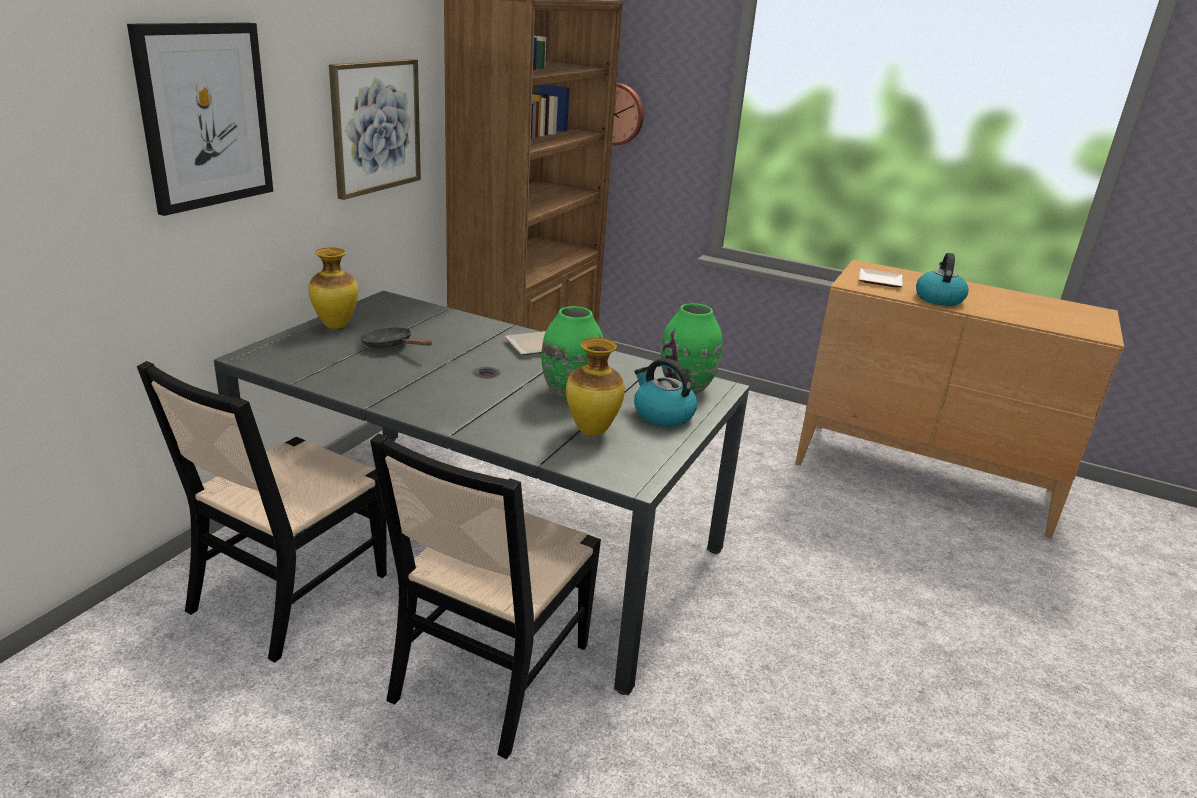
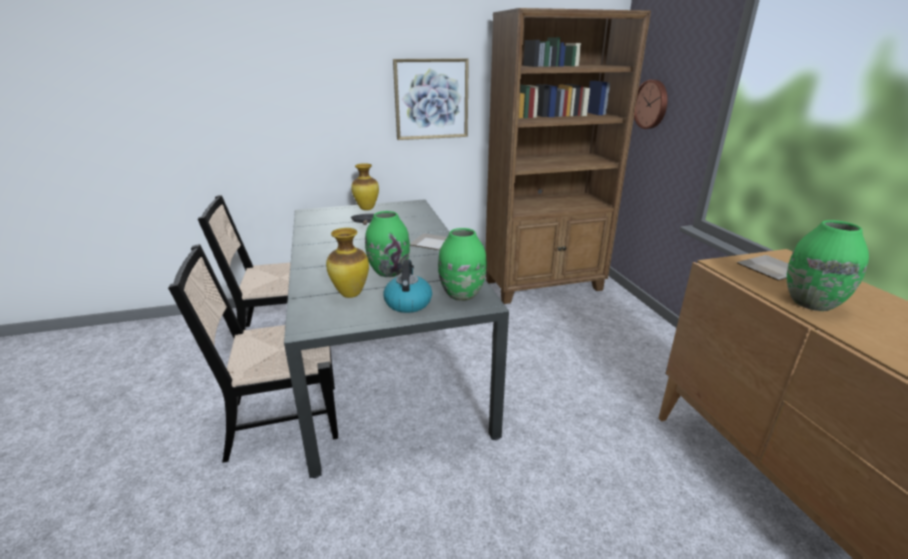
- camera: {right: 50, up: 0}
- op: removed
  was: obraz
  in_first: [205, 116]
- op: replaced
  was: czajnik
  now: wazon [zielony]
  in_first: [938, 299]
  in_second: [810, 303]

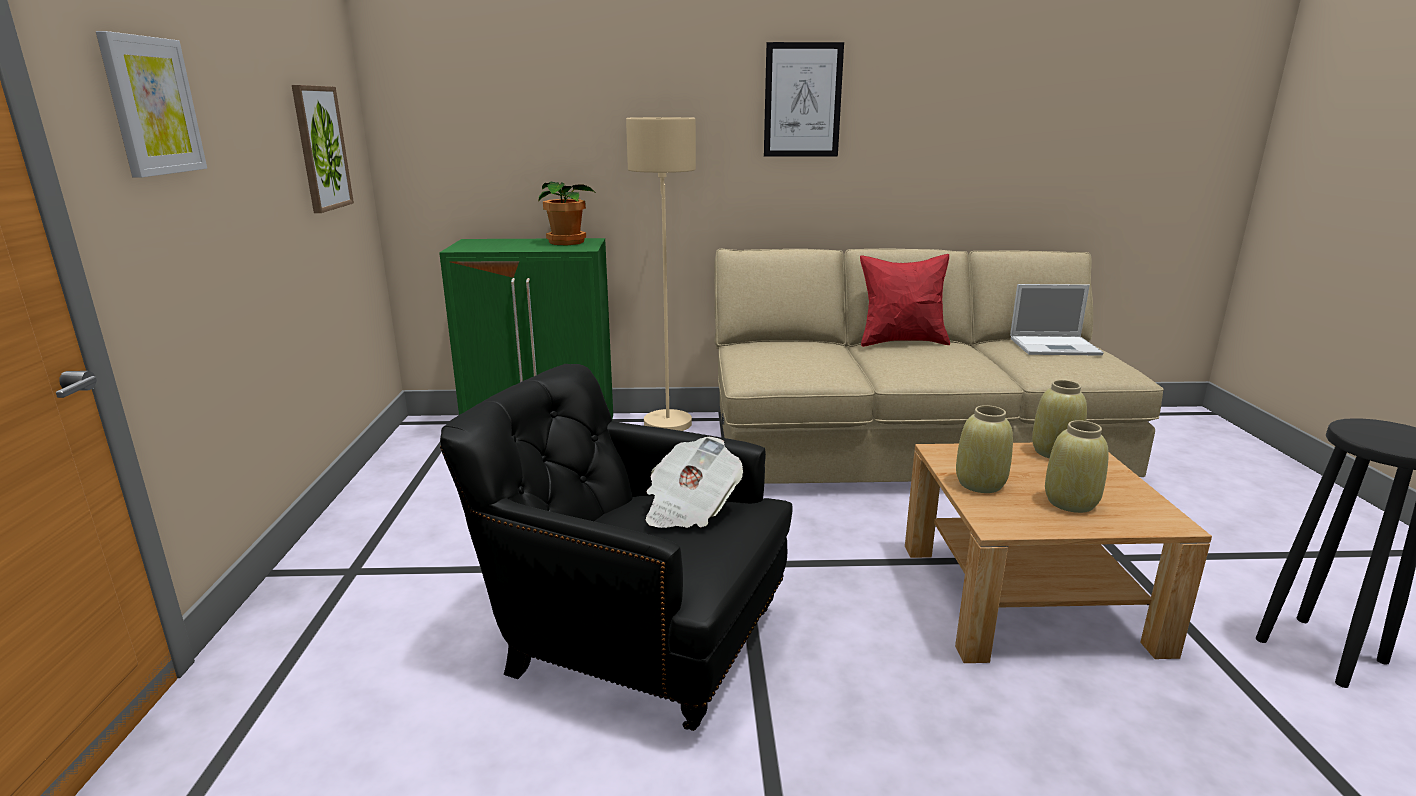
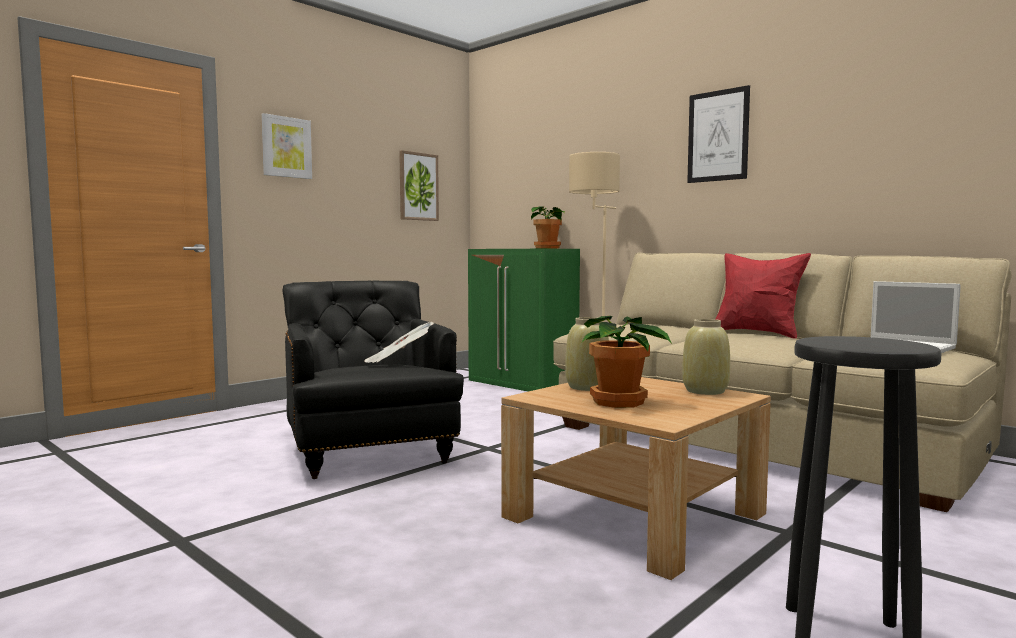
- camera: {right: 45, up: -15}
- op: replaced
  was: wazon [beżowy]
  now: roślina doniczkowa
  in_first: [1069, 502]
  in_second: [620, 402]

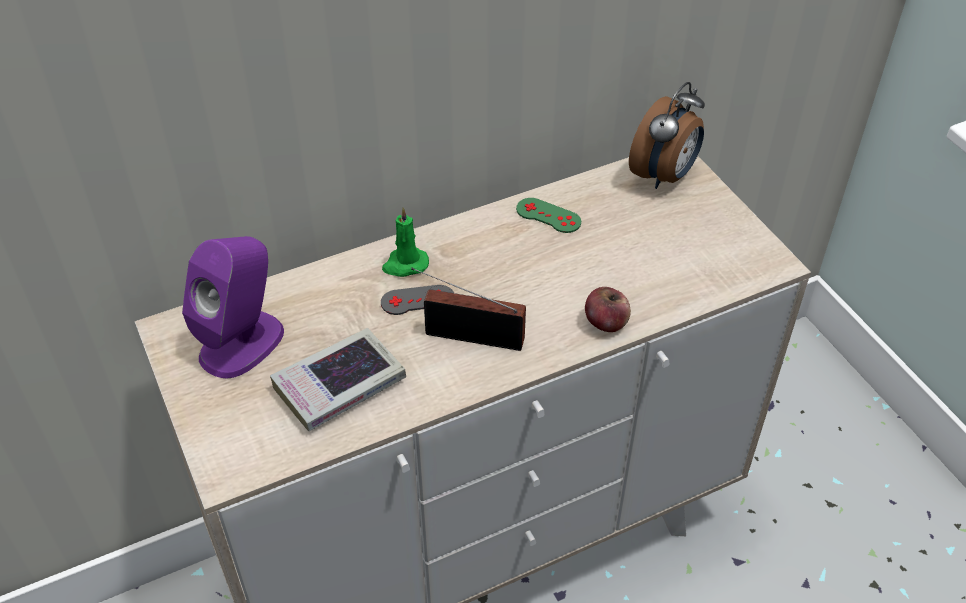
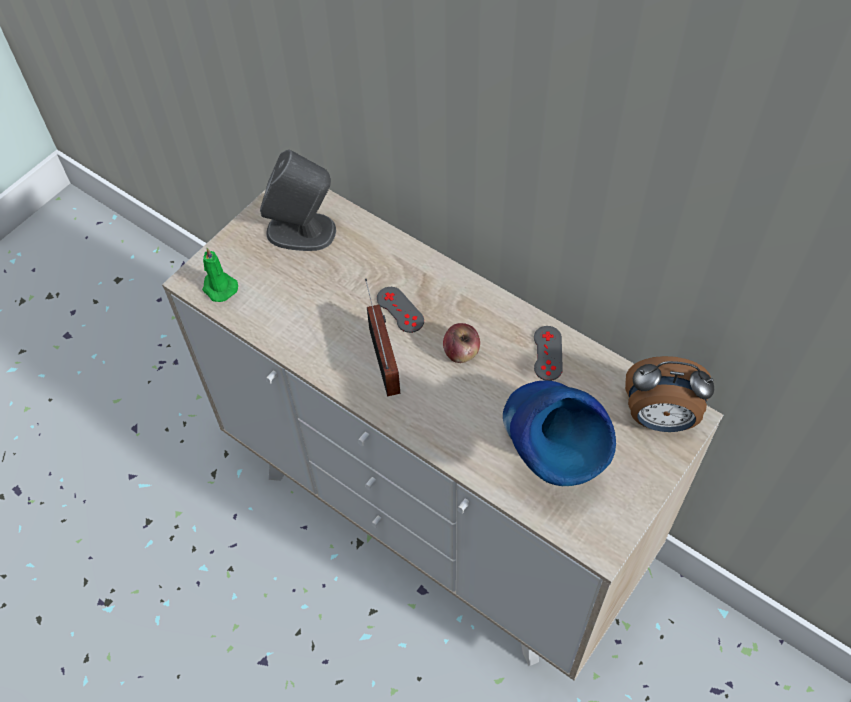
- camera: {right: 65, up: 10}
- op: recoloured
  was: pad do gier [zielony]
  now: pad do gier [szary]
  in_first: [548, 216]
  in_second: [547, 353]
- op: moved
  was: świeca [zielony]
  in_first: [405, 264]
  in_second: [219, 287]
- op: recoloured
  was: głośnik [fioletowy]
  now: głośnik [szary]
  in_first: [242, 343]
  in_second: [302, 231]
- op: moved
  was: jabłko
  in_first: [606, 322]
  in_second: [461, 352]
- op: removed
  was: książka
  in_first: [340, 385]
- op: added
  now: wazon [niebieski]
  in_second: [548, 463]

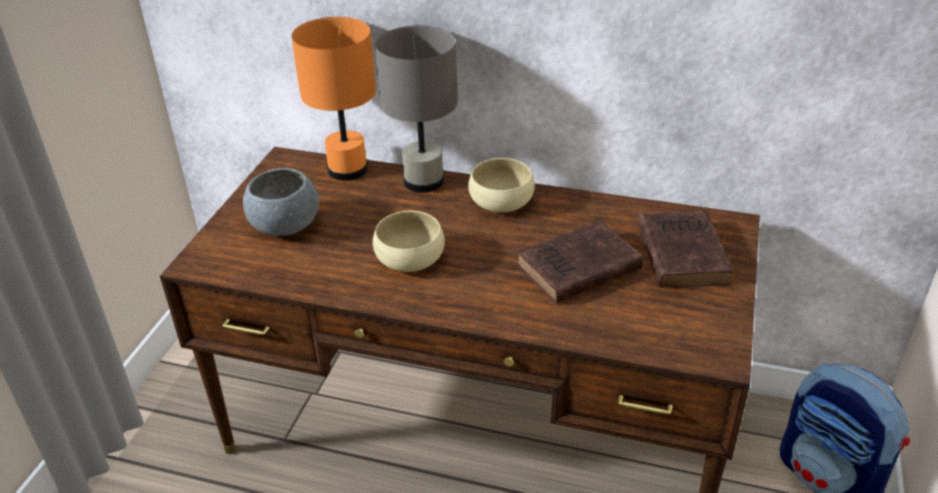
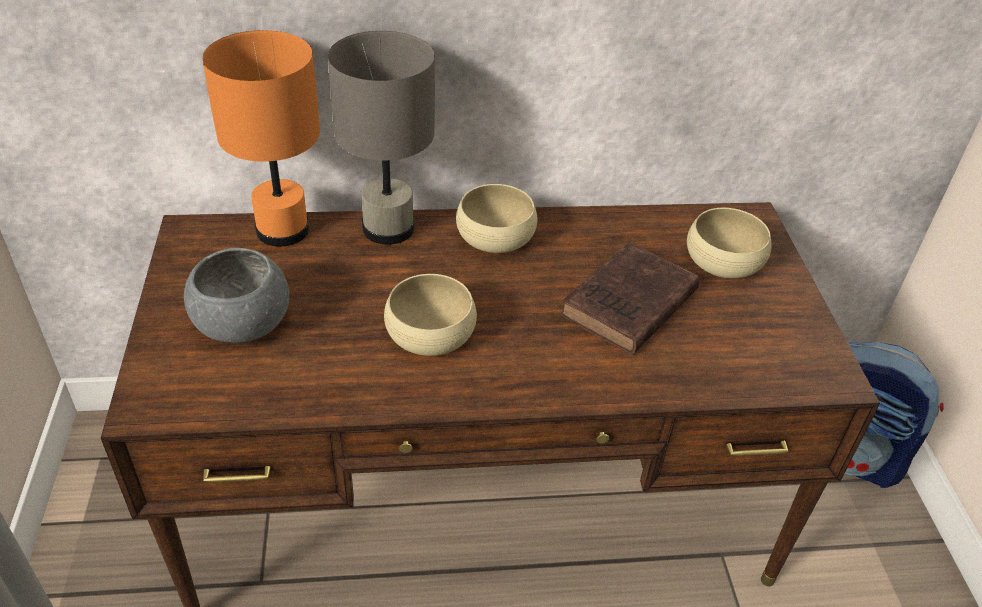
- camera: {right: -25, up: 5}
- op: replaced
  was: książka [brązowy]
  now: miska [beżowy]
  in_first: [681, 252]
  in_second: [723, 261]

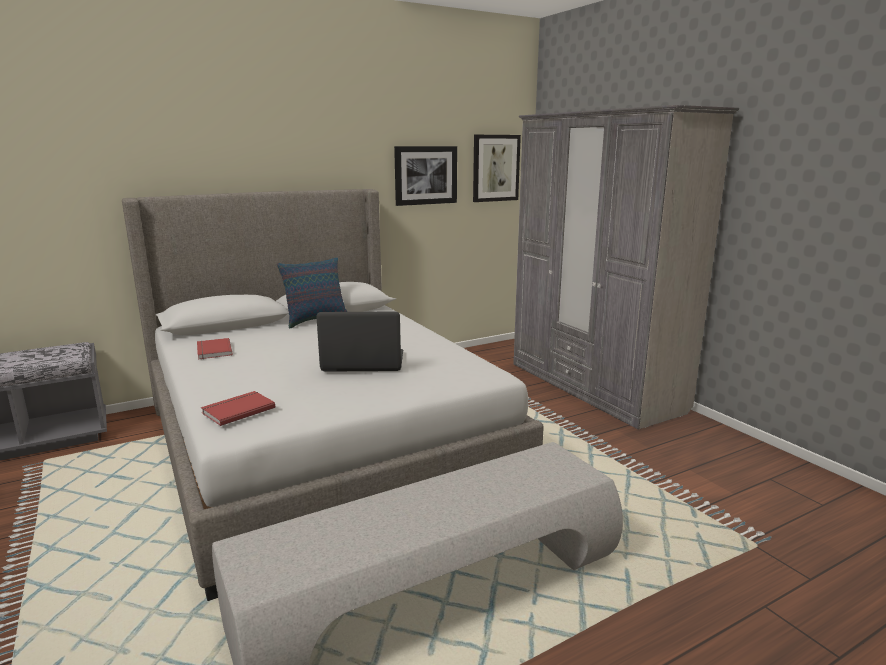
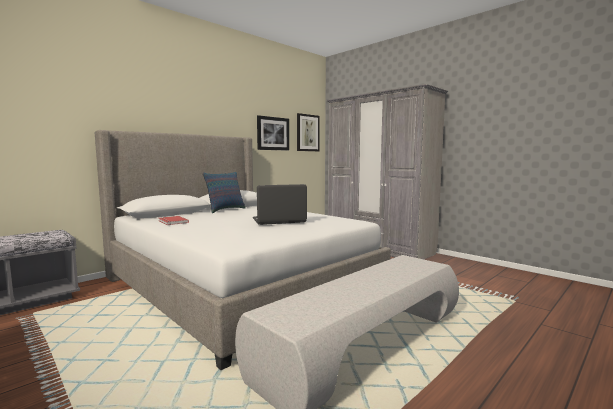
- camera: {right: -15, up: -10}
- op: removed
  was: książka [czerwony]
  in_first: [237, 410]

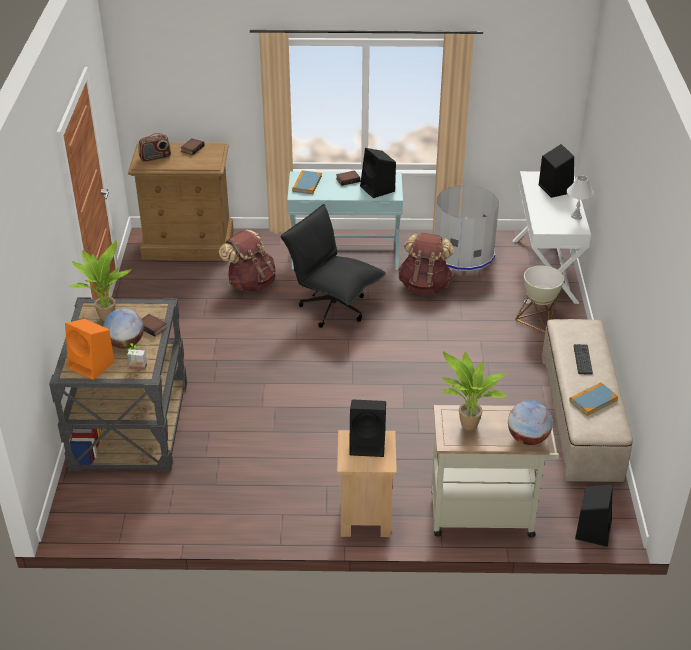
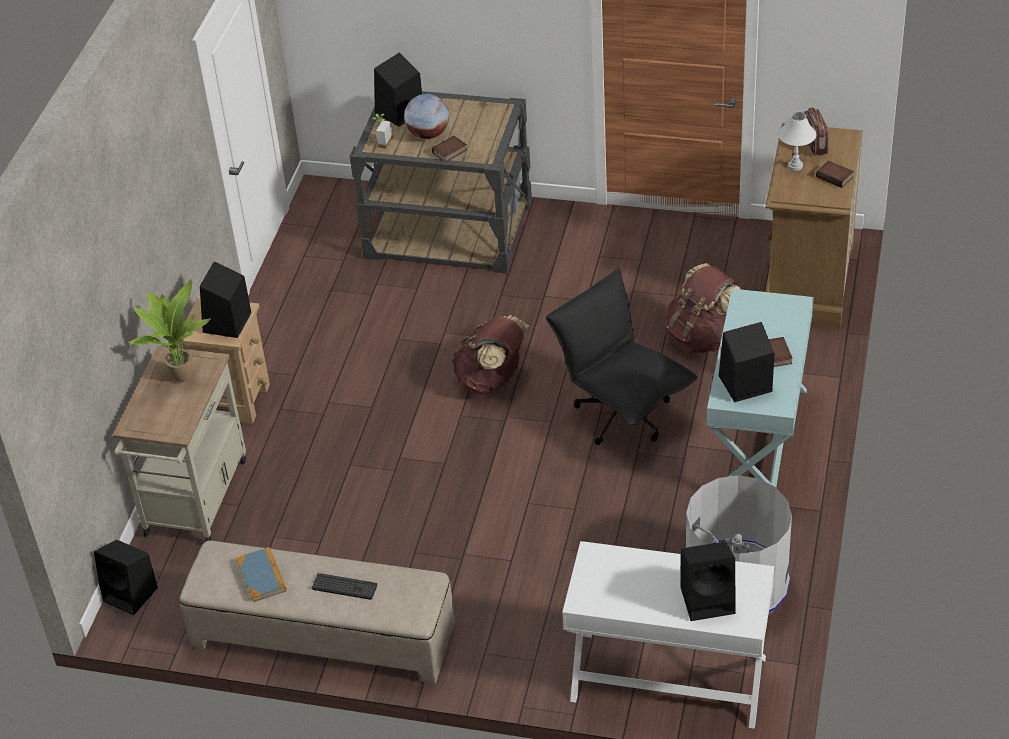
- camera: {right: 105, up: 5}
- op: removed
  was: książka
  in_first: [307, 184]
- op: moved
  was: lampa stołowa [biały]
  in_first: [576, 216]
  in_second: [795, 166]
- op: turned
  was: krzesło biurowe [czarny]
  in_first: [334, 308]
  in_second: [624, 415]
  clockwise: -90
- op: moved
  was: plecak [brązowy]
  in_first: [425, 286]
  in_second: [491, 380]
- op: removed
  was: roślina doniczkowa
  in_first: [105, 316]
- op: removed
  was: donica
  in_first: [537, 322]
- op: recoloured
  was: głośnik [pomarańczowy]
  now: głośnik [czarny]
  in_first: [92, 365]
  in_second: [398, 112]
- op: removed
  was: globus
  in_first: [527, 438]

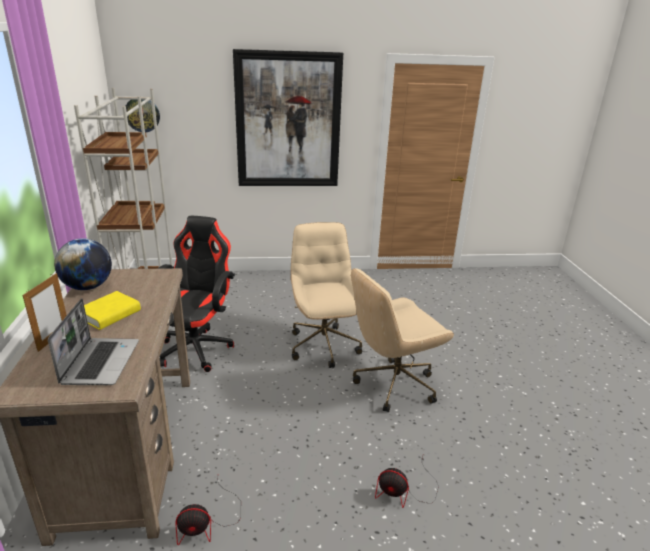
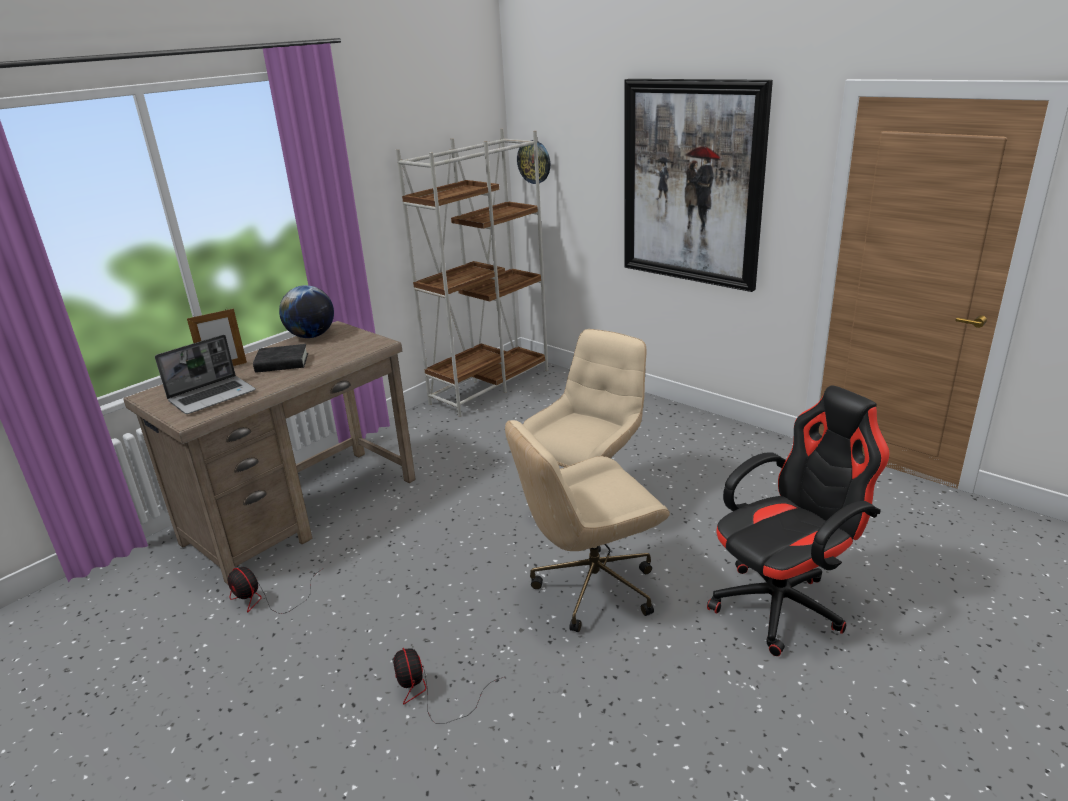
- camera: {right: 50, up: 0}
- op: moved
  was: krzesło biurowe [czarny]
  in_first: [198, 347]
  in_second: [784, 603]
- op: turned
  was: krzesło biurowe [beżowy]
  in_first: [392, 386]
  in_second: [591, 591]
  clockwise: -45
- op: recoloured
  was: książka [żółty]
  now: książka [czarny]
  in_first: [110, 314]
  in_second: [282, 363]

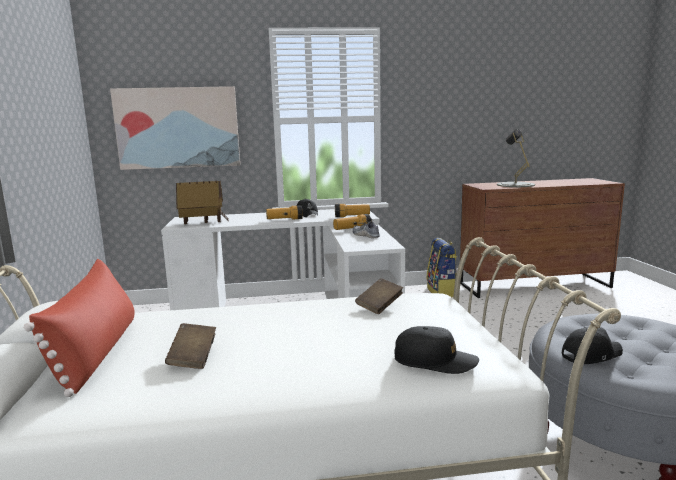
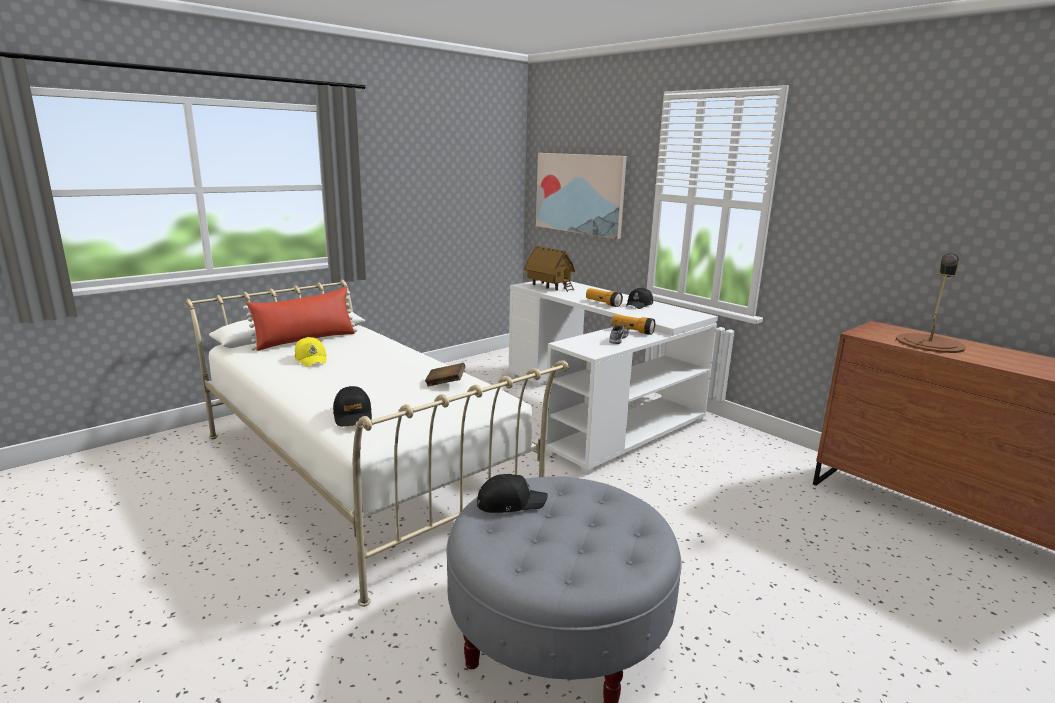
- camera: {right: 55, up: 5}
- op: recoloured
  was: lampa stołowa [szary]
  now: lampa stołowa [brązowy]
  in_first: [515, 185]
  in_second: [929, 343]
- op: removed
  was: latarka
  in_first: [352, 216]
- op: removed
  was: plecak
  in_first: [442, 292]
- op: replaced
  was: książka [brązowy]
  now: czapka z daszkiem [żółty]
  in_first: [193, 358]
  in_second: [311, 359]
- op: turned
  was: czapka z daszkiem [czarny]
  in_first: [590, 354]
  in_second: [510, 503]
  clockwise: -45

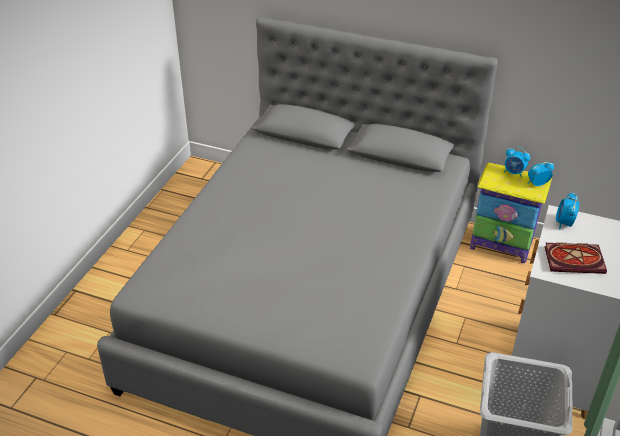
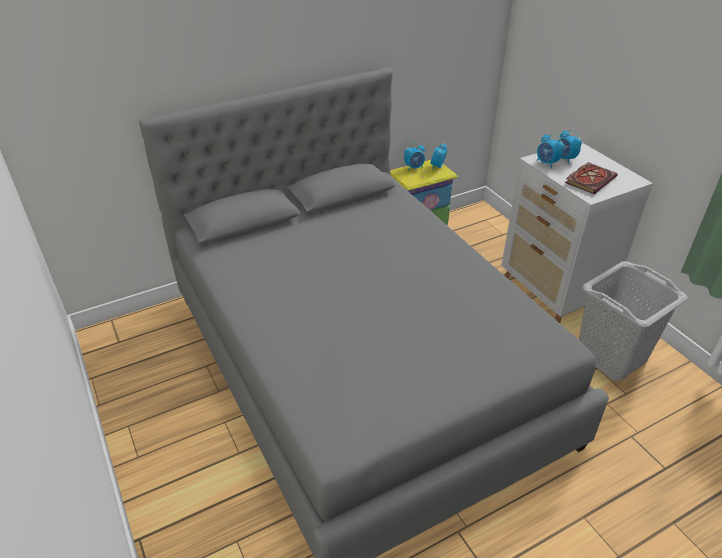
- camera: {right: -50, up: 0}
- op: added
  now: budzik
  in_second: [564, 159]

